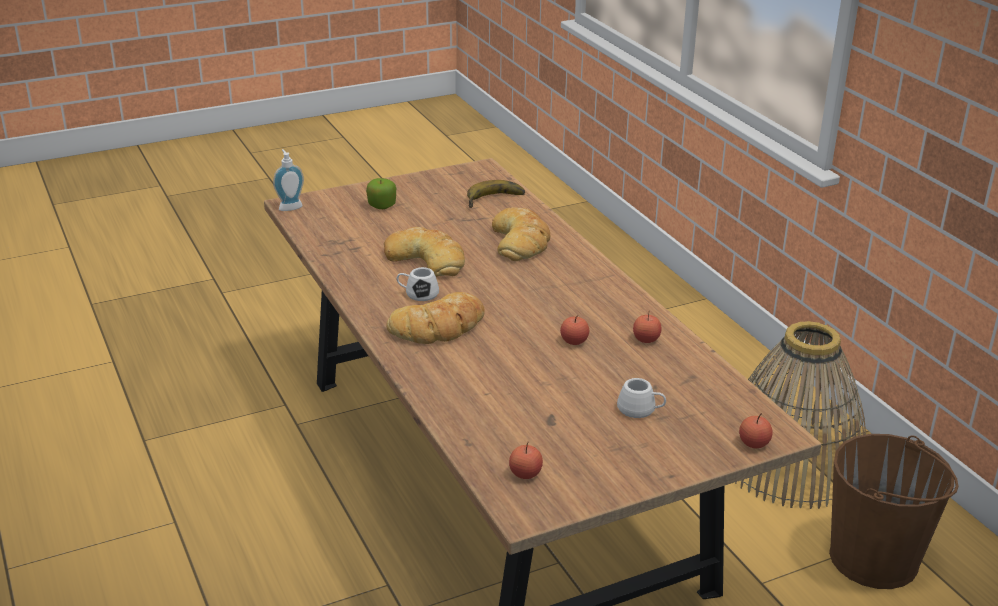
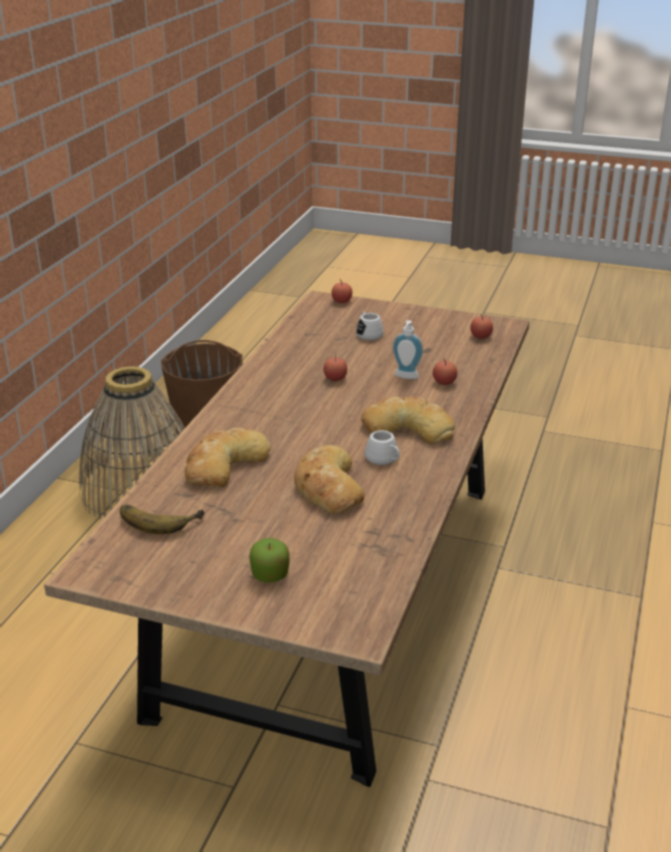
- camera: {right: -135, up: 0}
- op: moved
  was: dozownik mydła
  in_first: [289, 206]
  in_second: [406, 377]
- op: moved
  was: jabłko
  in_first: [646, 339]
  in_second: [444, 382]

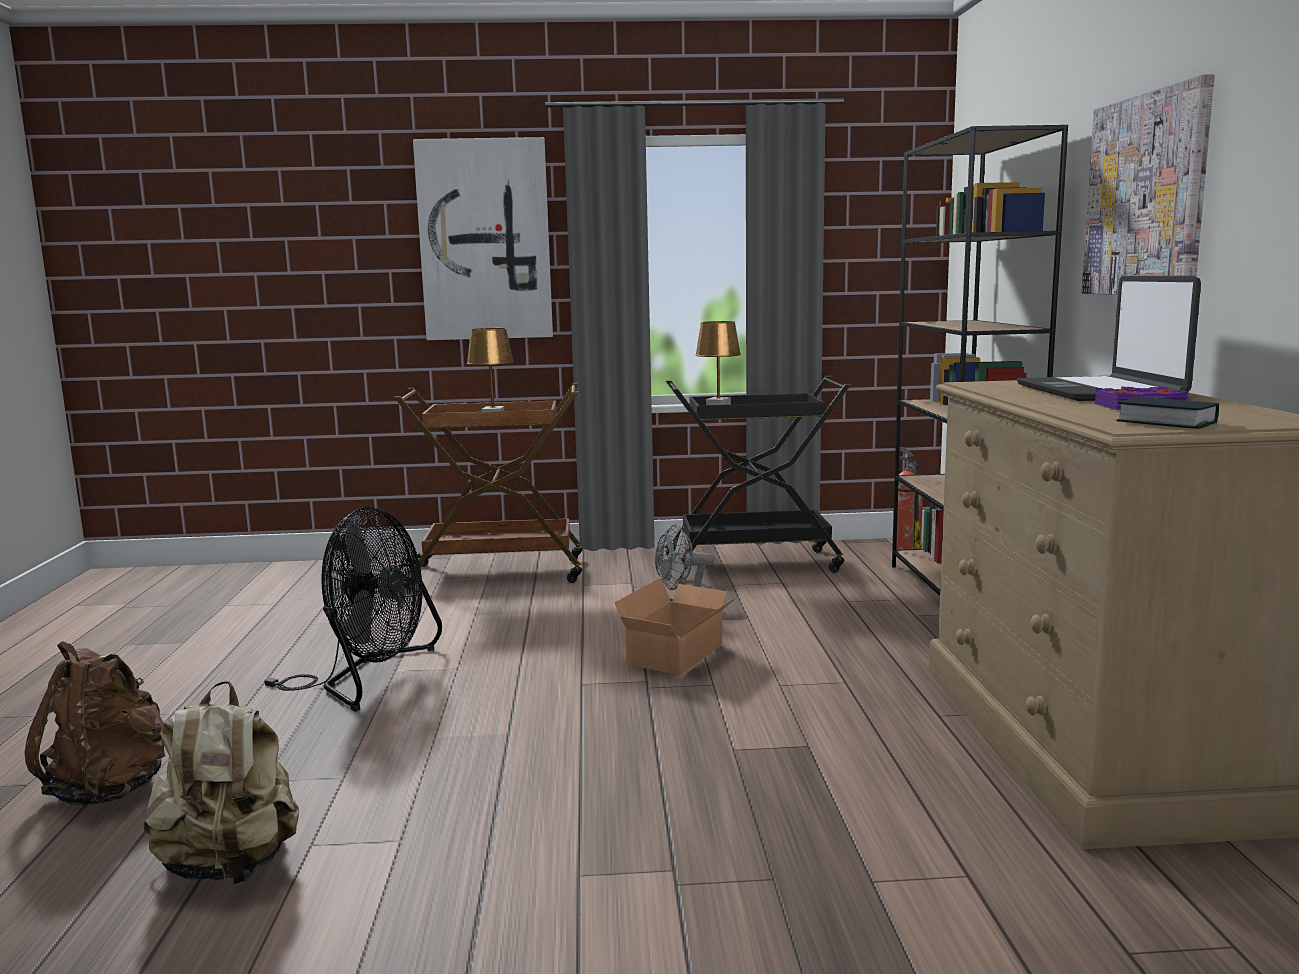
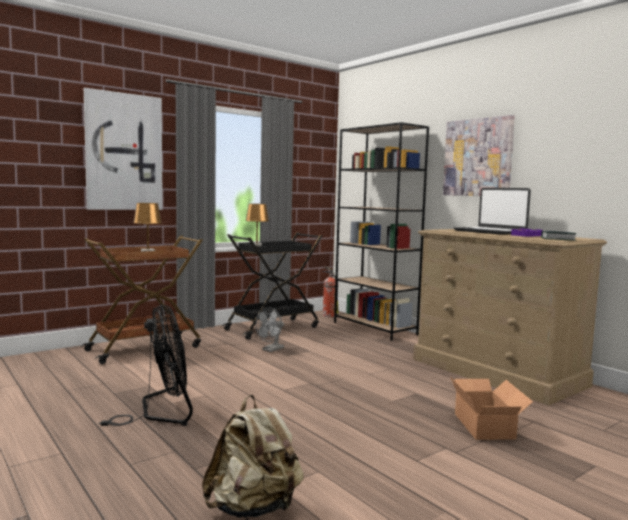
- camera: {right: -35, up: -5}
- op: moved
  was: karton
  in_first: [680, 654]
  in_second: [486, 425]
- op: removed
  was: plecak [brązowy]
  in_first: [111, 789]

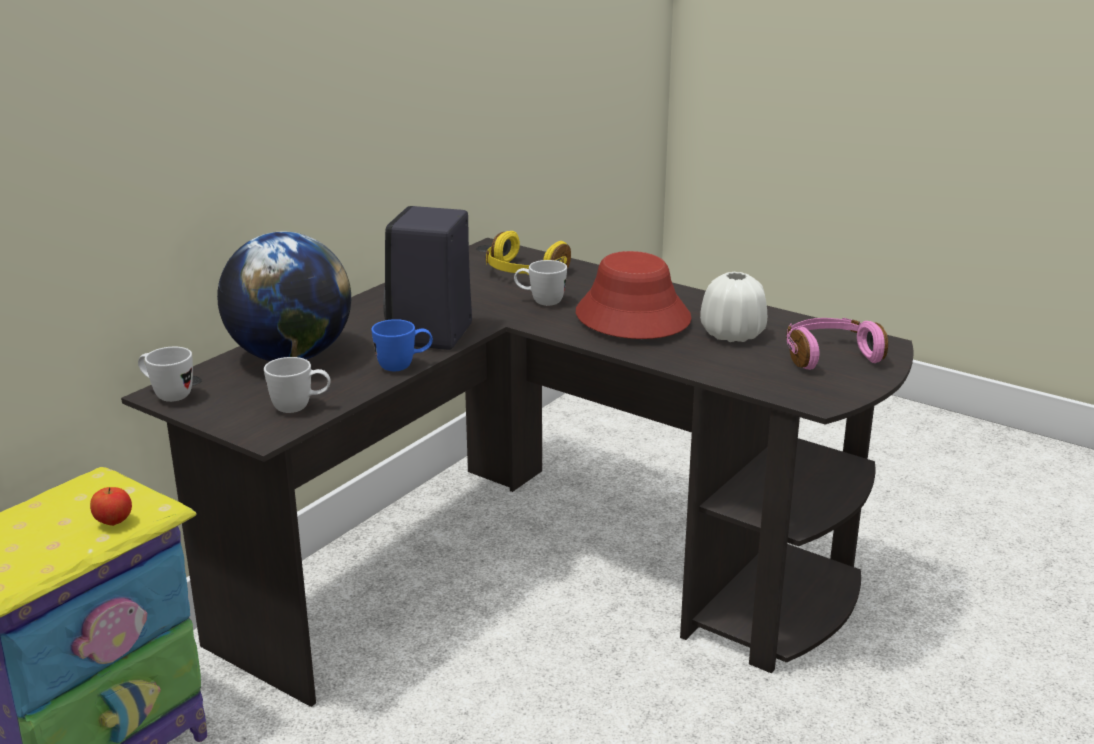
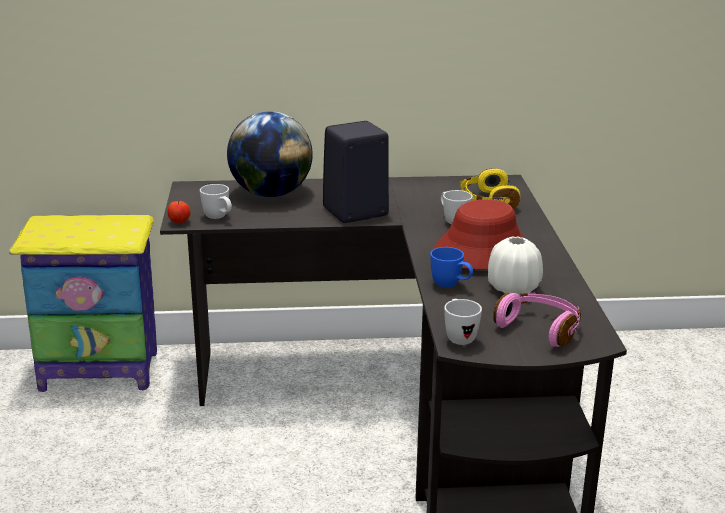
- camera: {right: 50, up: 0}
- op: moved
  was: kubek [niebieski]
  in_first: [403, 366]
  in_second: [451, 286]
- op: moved
  was: kubek [biały]
  in_first: [167, 395]
  in_second: [459, 337]
- op: moved
  was: jabłko
  in_first: [114, 522]
  in_second: [179, 222]

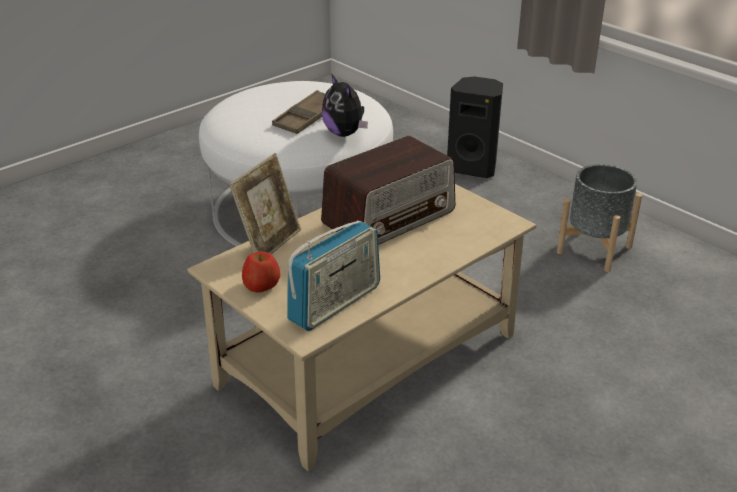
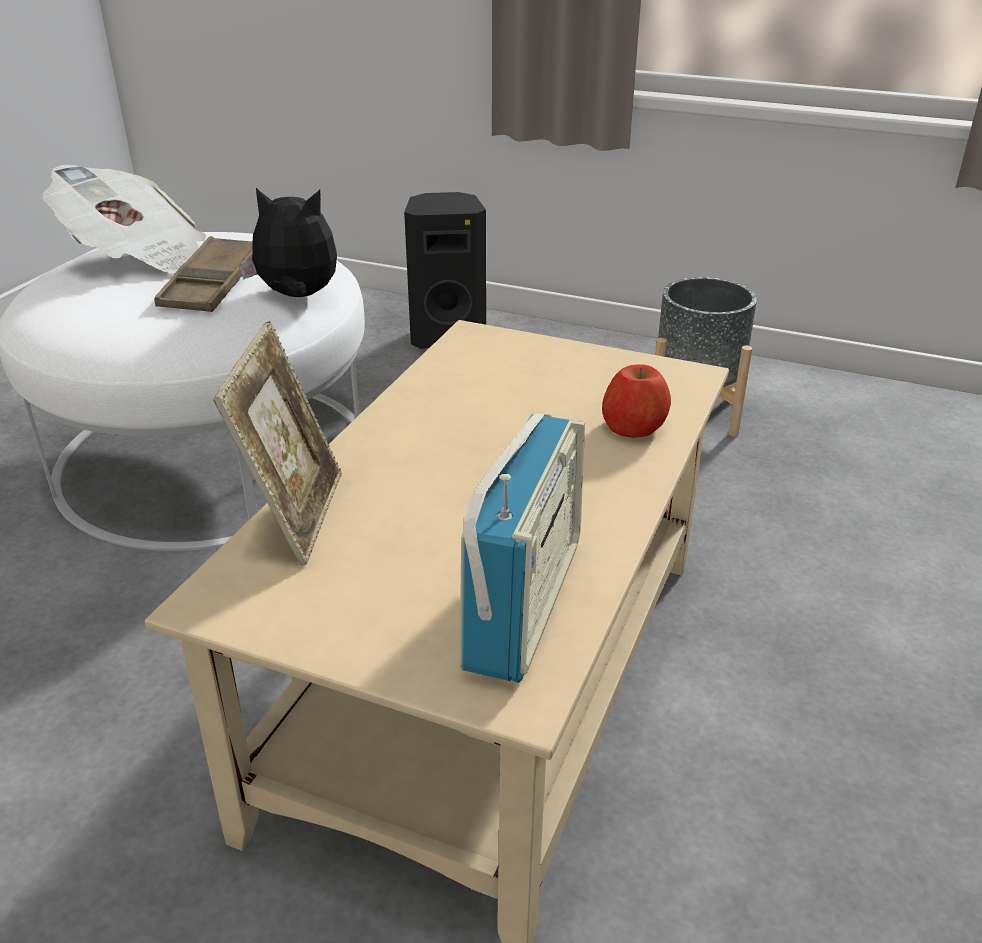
- camera: {right: -25, up: 0}
- op: turned
  was: pluszak
  in_first: [345, 133]
  in_second: [297, 297]
  clockwise: 150
- op: removed
  was: radio
  in_first: [389, 217]
- op: moved
  was: jabłko
  in_first: [261, 285]
  in_second: [634, 427]
- op: added
  now: gazeta
  in_second: [136, 256]

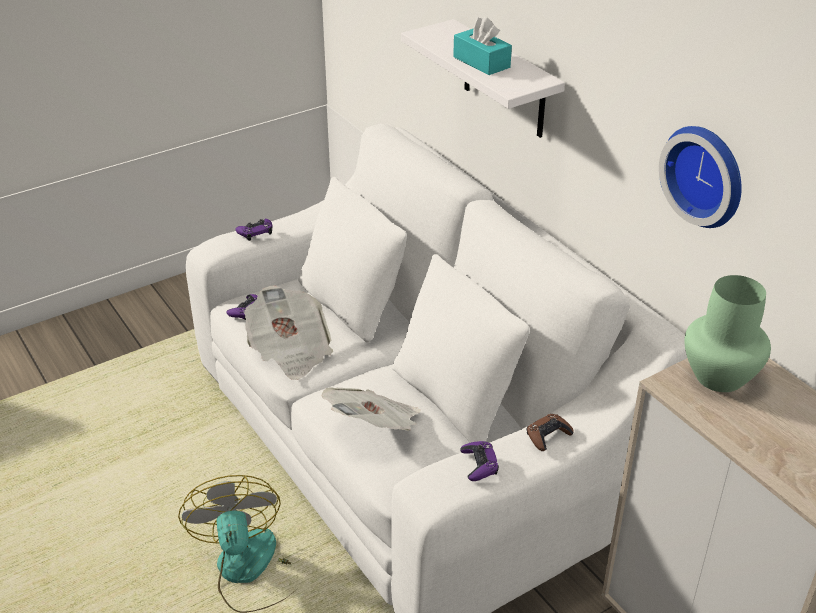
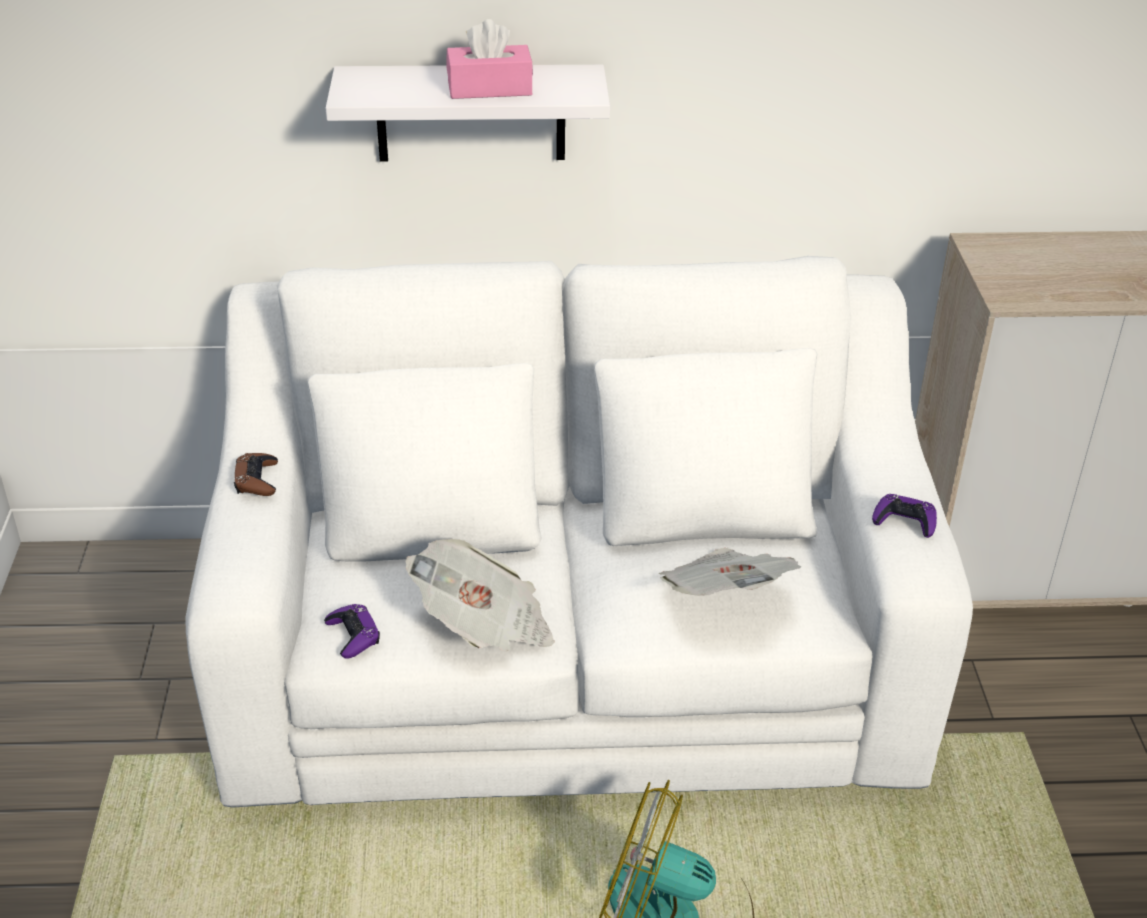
- camera: {right: -60, up: 0}
- op: recoloured
  was: pudełko chusteczek [turkusowy]
  now: pudełko chusteczek [różowy]
  in_first: [481, 62]
  in_second: [489, 88]
- op: removed
  was: zegar ścienny
  in_first: [707, 174]
- op: removed
  was: pad do gier [fioletowy]
  in_first: [255, 232]
- op: removed
  was: wazon [zielony]
  in_first: [720, 377]
- op: moved
  was: pad do gier [brązowy]
  in_first: [548, 435]
  in_second: [257, 480]

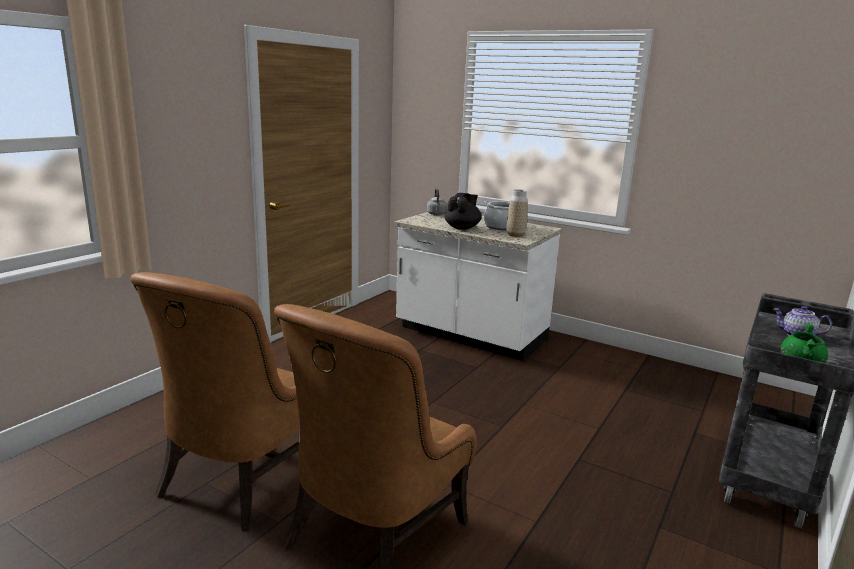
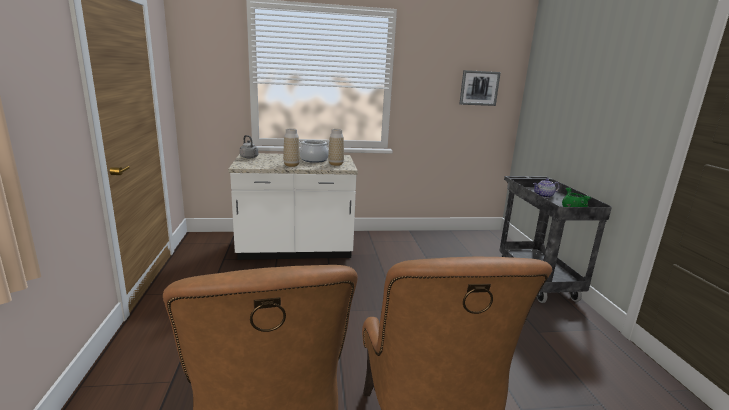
- camera: {right: -40, up: 0}
- op: replaced
  was: imbryk [czarny]
  now: wazon
  in_first: [462, 228]
  in_second: [291, 165]
- op: added
  now: obraz
  in_second: [479, 88]

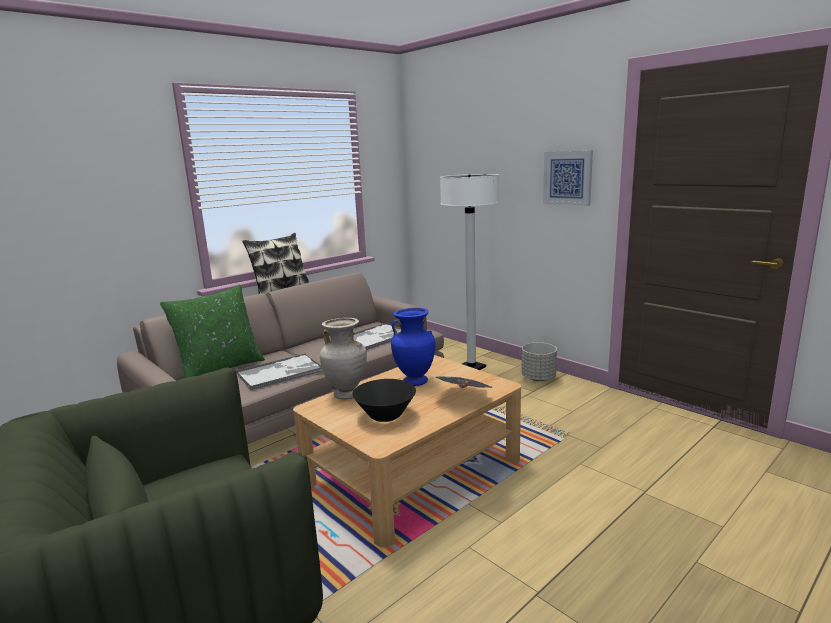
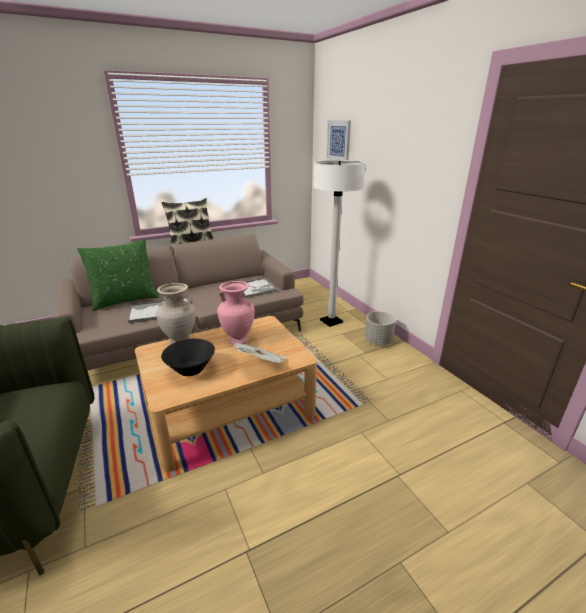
- camera: {right: 15, up: 10}
- op: moved
  was: obraz
  in_first: [567, 178]
  in_second: [339, 140]
- op: recoloured
  was: wazon [niebieski]
  now: wazon [różowy]
  in_first: [415, 381]
  in_second: [238, 340]

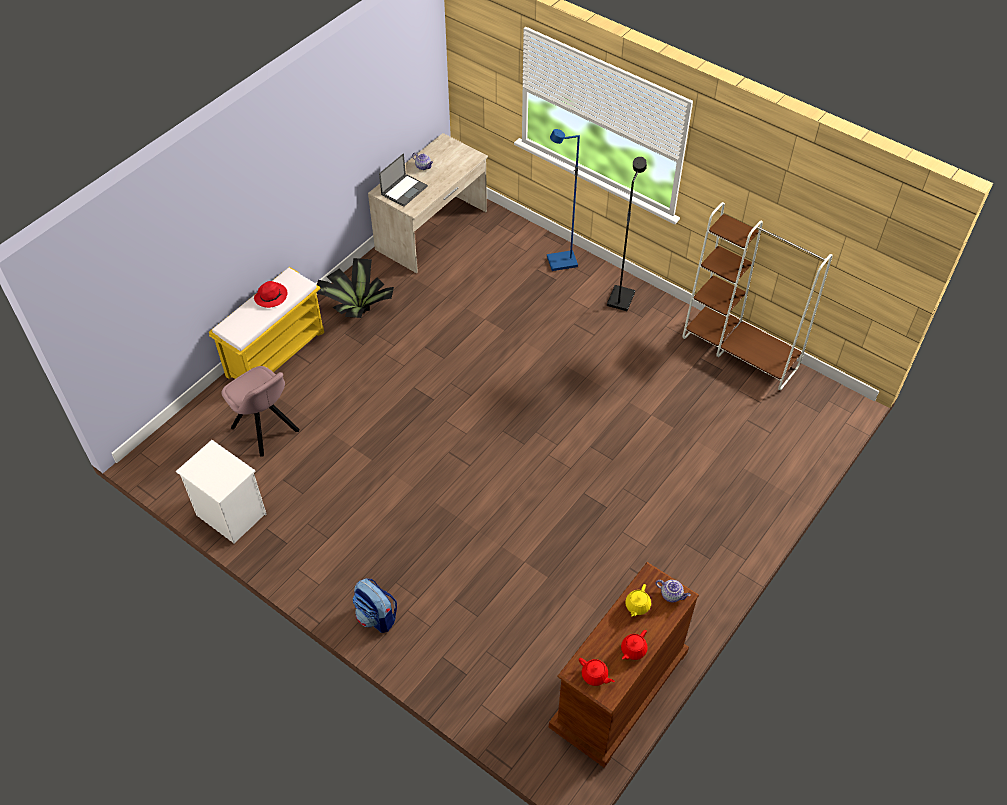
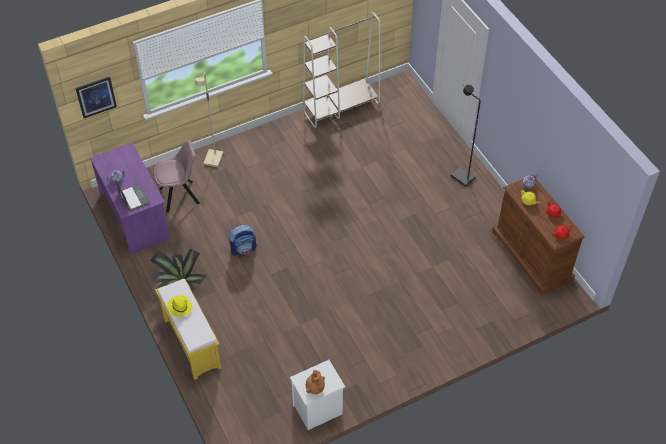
- camera: {right: -65, up: 0}
- op: recoloured
  was: lampa stojąca [niebieski]
  now: lampa stojąca [beżowy]
  in_first: [561, 262]
  in_second: [214, 159]
- op: recoloured
  was: biurko [beżowy]
  now: biurko [fioletowy]
  in_first: [432, 230]
  in_second: [135, 216]
- op: moved
  was: lampa stojąca [czarny]
  in_first: [620, 299]
  in_second: [462, 177]
- op: recoloured
  was: kapelusz [czerwony]
  now: kapelusz [żółty]
  in_first: [271, 296]
  in_second: [179, 307]
- op: moved
  was: krzesło [różowy]
  in_first: [266, 429]
  in_second: [180, 196]
- op: moved
  was: plecak
  in_first: [376, 616]
  in_second: [243, 249]
- op: added
  now: obraz
  in_second: [96, 97]
- op: added
  now: wazon [brązowy]
  in_second: [315, 388]

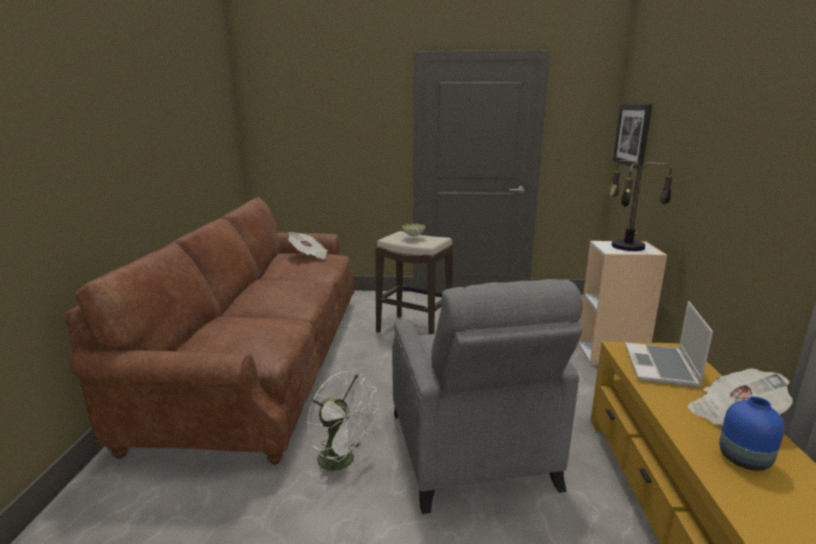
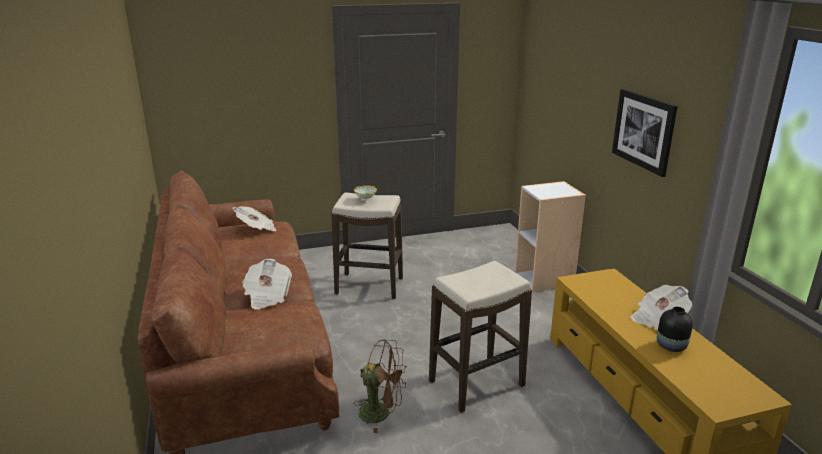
- camera: {right: -20, up: 5}
- op: moved
  was: obraz
  in_first: [632, 135]
  in_second: [644, 131]
- op: removed
  was: lampa stołowa
  in_first: [627, 247]
- op: replaced
  was: fotel [szary]
  now: stołek
  in_first: [471, 453]
  in_second: [476, 384]
- op: removed
  was: laptop
  in_first: [661, 367]
- op: recoloured
  was: wentylator [biały]
  now: wentylator [brązowy]
  in_first: [343, 461]
  in_second: [381, 414]
- op: recoloured
  was: wazon [niebieski]
  now: wazon [czarny]
  in_first: [742, 459]
  in_second: [670, 346]
- op: added
  now: gazeta
  in_second: [267, 296]

